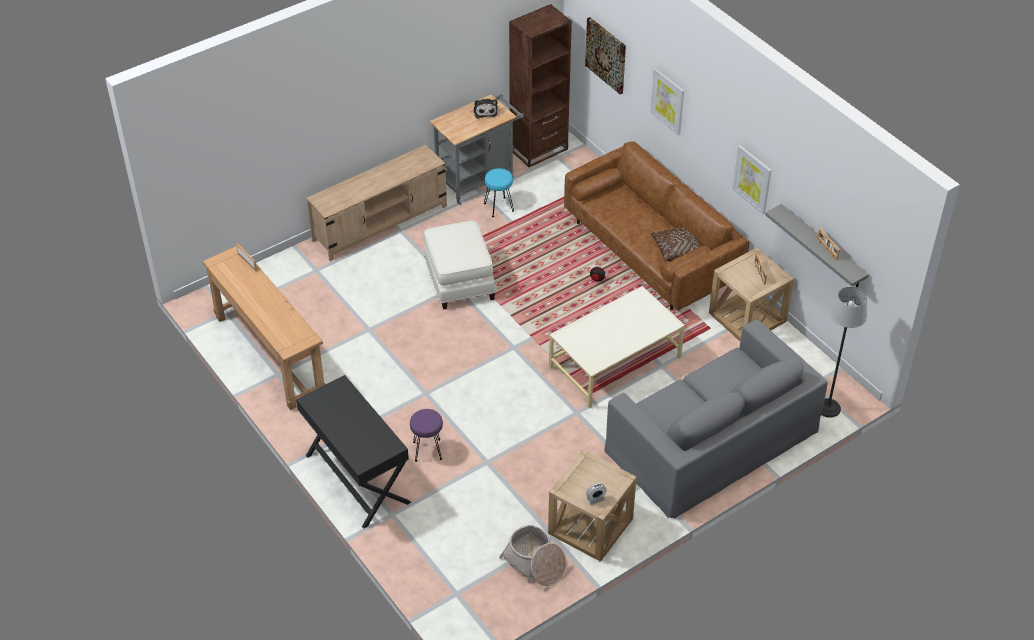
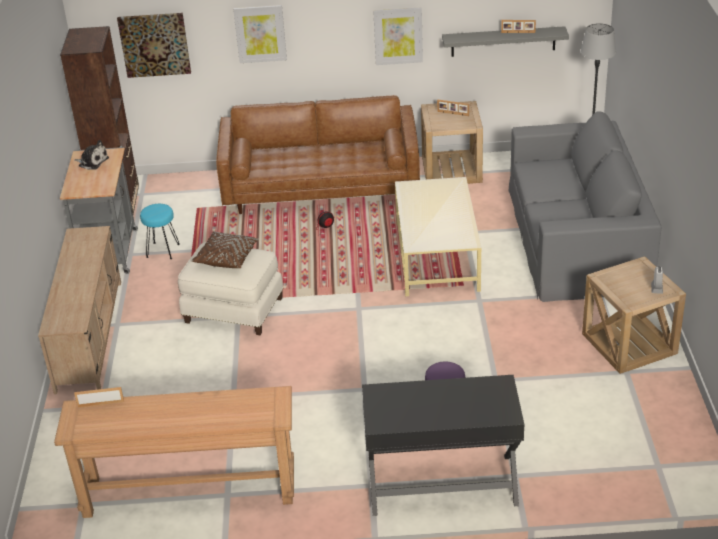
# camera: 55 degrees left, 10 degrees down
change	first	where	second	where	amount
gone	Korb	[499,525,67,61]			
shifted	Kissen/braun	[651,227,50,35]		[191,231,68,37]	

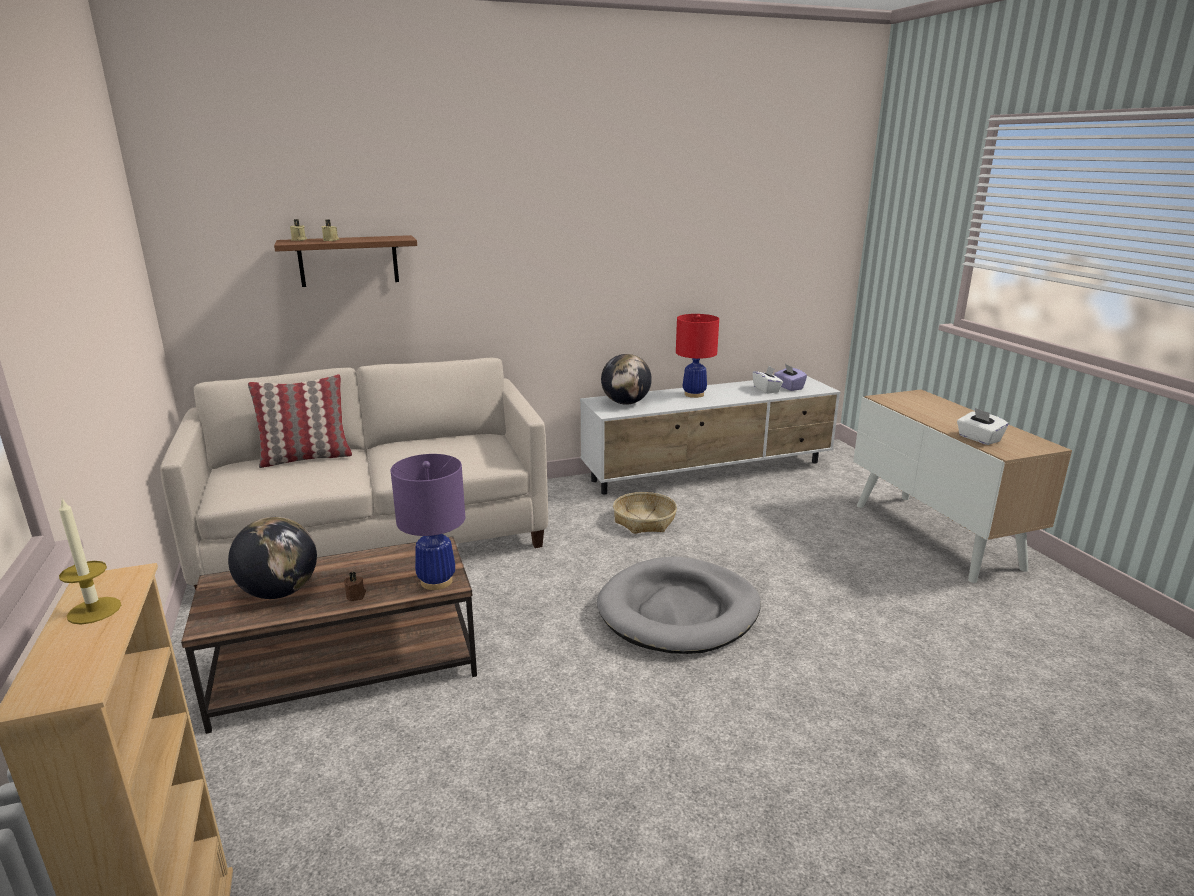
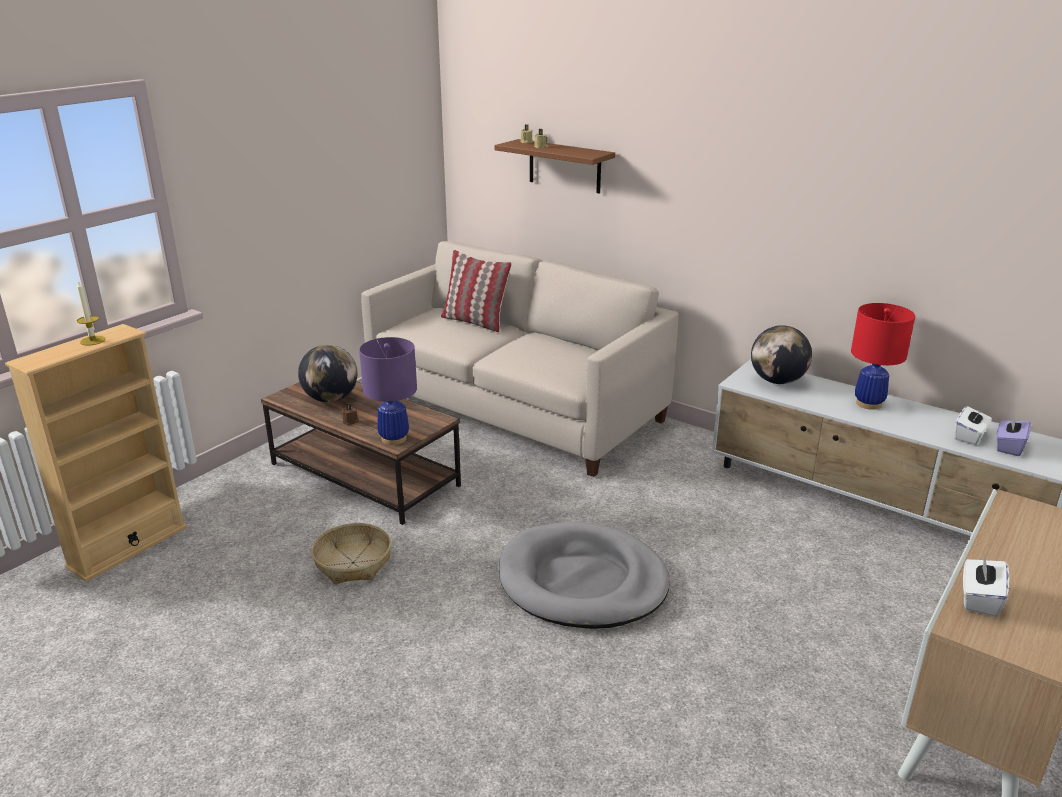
# camera: 55 degrees right, 5 degrees up
change	first	where	second	where	amount
shifted	Korb	[613,492,64,42]		[311,523,80,61]	

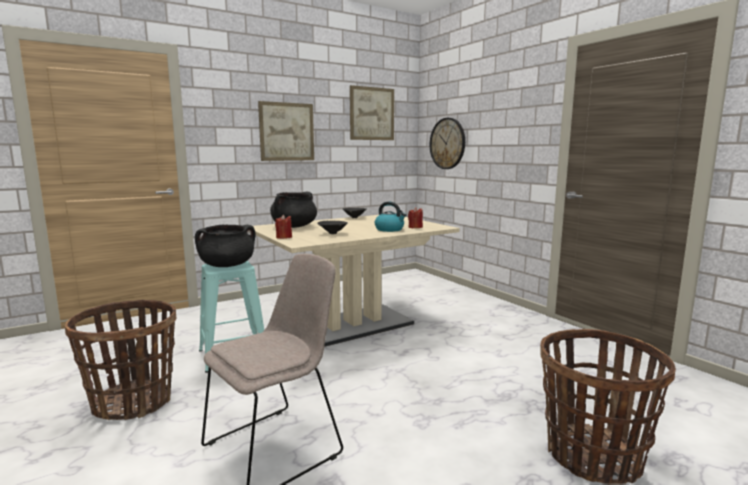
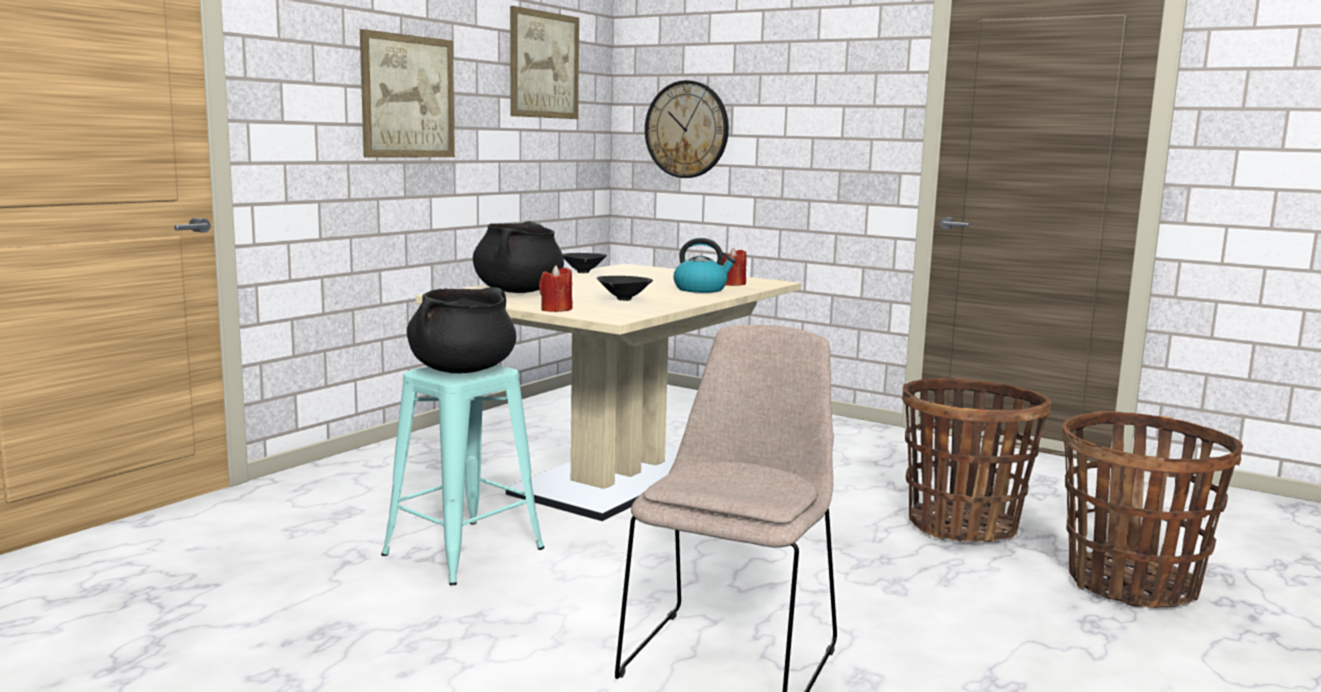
# camera: 25 degrees left, 0 degrees up
change	first	where	second	where	amount
shifted	Korb	[65,300,112,120]		[902,378,149,164]	

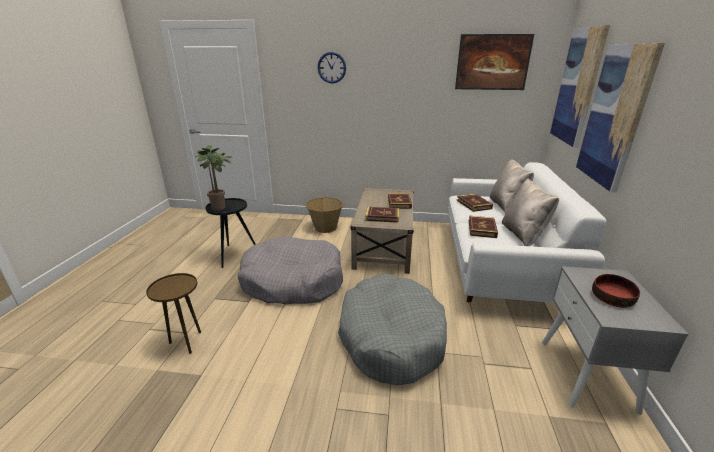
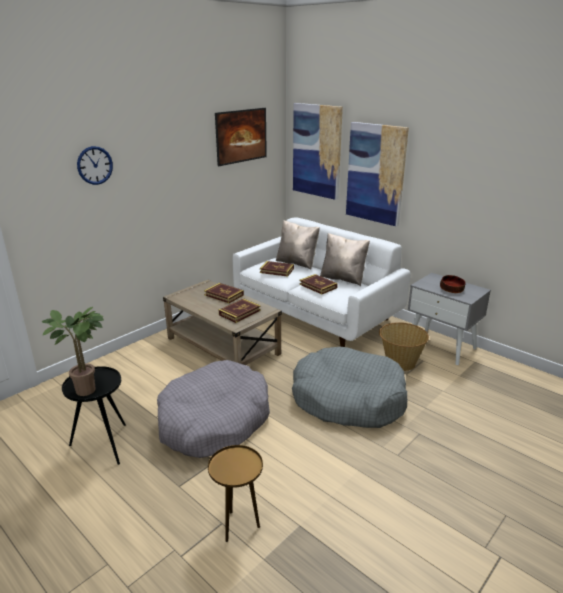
# camera: 55 degrees left, 0 degrees up
change	first	where	second	where	amount
shifted	Korb	[306,197,37,36]		[379,322,50,49]	

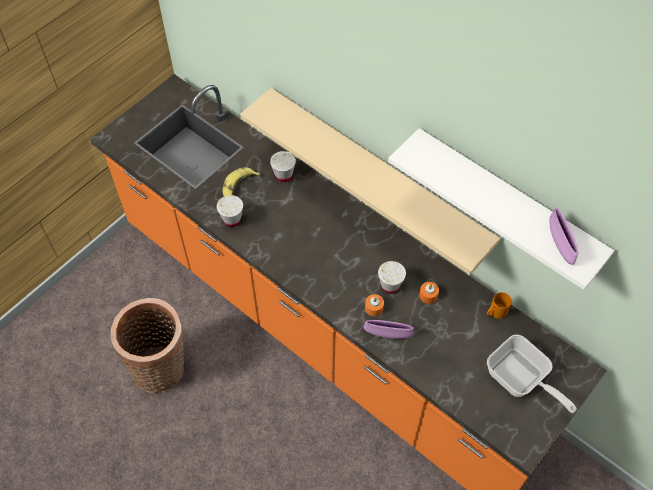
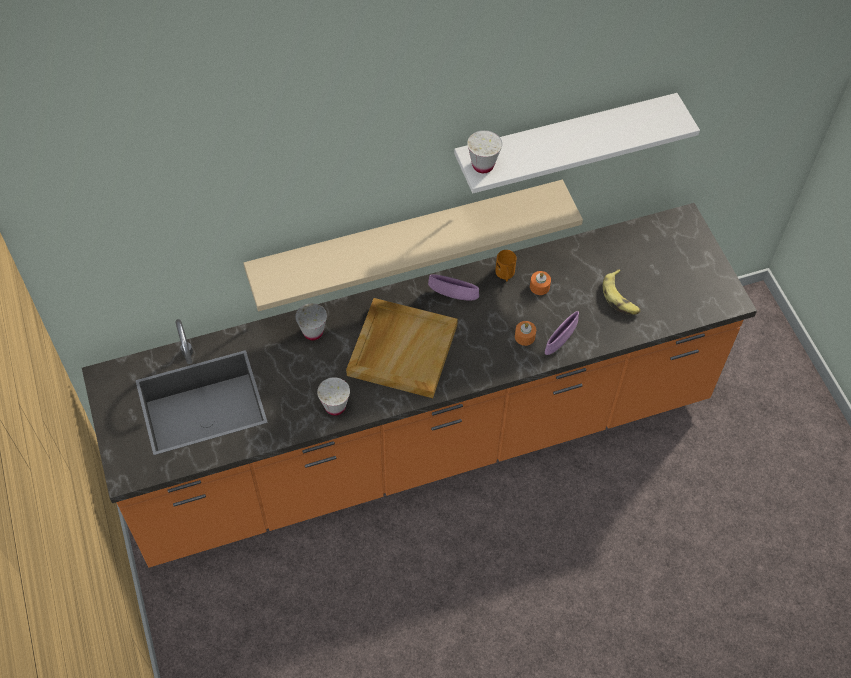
# camera: 60 degrees left, 0 degrees up
change	first	where	second	where	amount
gone	Korb	[110,298,74,95]			
shifted	Banane	[222,167,38,29]		[603,269,37,46]	
shifted	Tasse/weiß	[378,261,28,33]		[467,130,35,43]	
shifted	Henkelbecher/orange	[487,292,25,27]		[495,250,22,31]	
gone	Pfanne	[487,335,90,78]			
shifted	Schüssel/lila	[549,207,29,58]		[428,274,51,27]	
new			Tablett/beige	[346,298,112,100]	

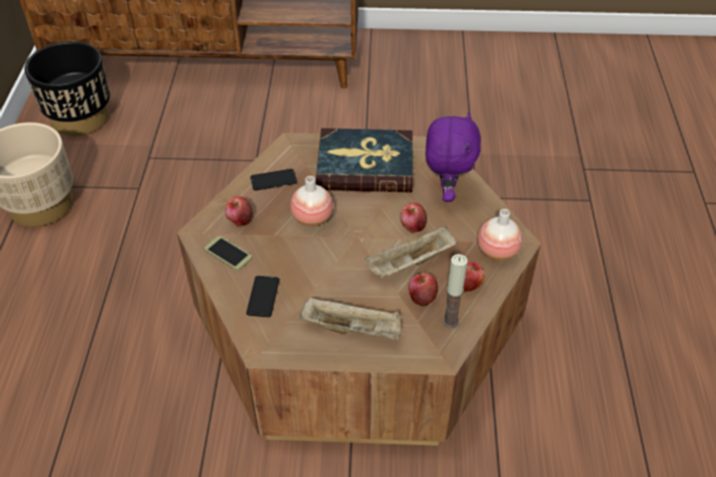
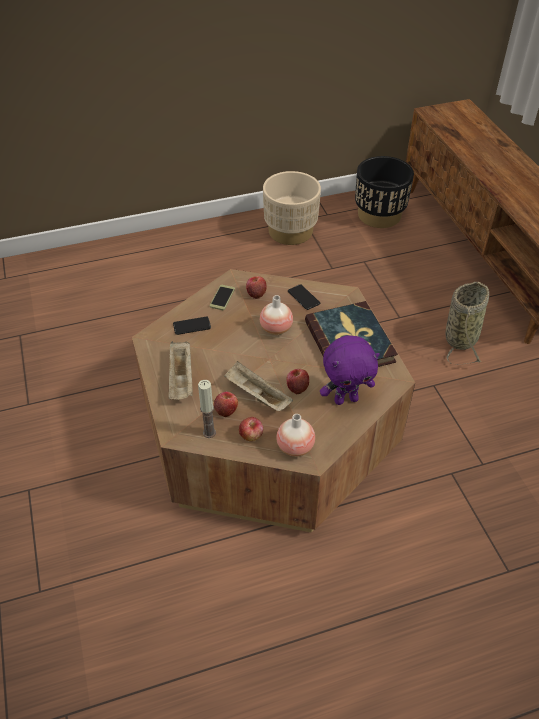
# camera: 70 degrees right, 0 degrees up
change	first	where	second	where	amount
new			Korb	[446,282,43,83]	

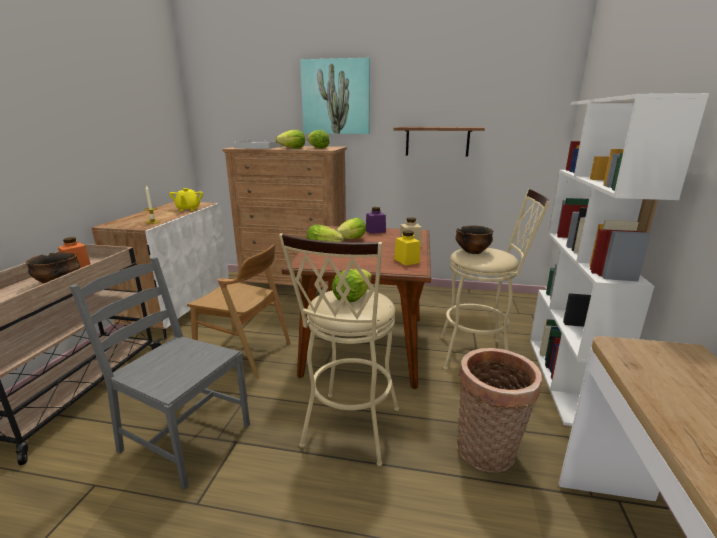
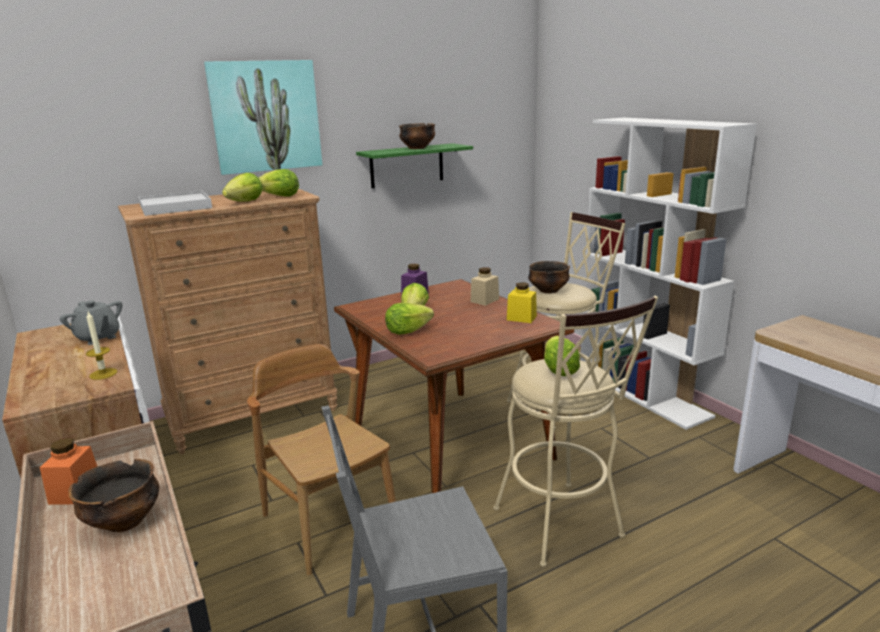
# camera: 40 degrees left, 0 degrees up
change	first	where	second	where	amount
repainted	Teekanne/gelb	[169,188,34,23]	Teekanne/grau	[60,300,62,45]	
rotated	Stuhl/braun	[187,244,104,135]		[247,344,149,232]	105 degrees counterclockwise
repainted	Wandregal/braun	[393,127,92,30]	Wandregal/grün	[356,143,117,45]	
gone	Korb	[457,348,85,124]			
new			Schüssel	[399,123,36,26]	

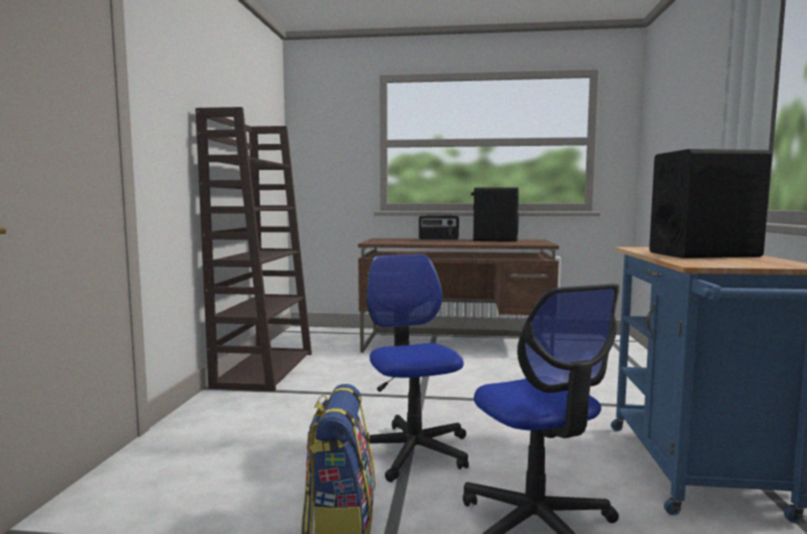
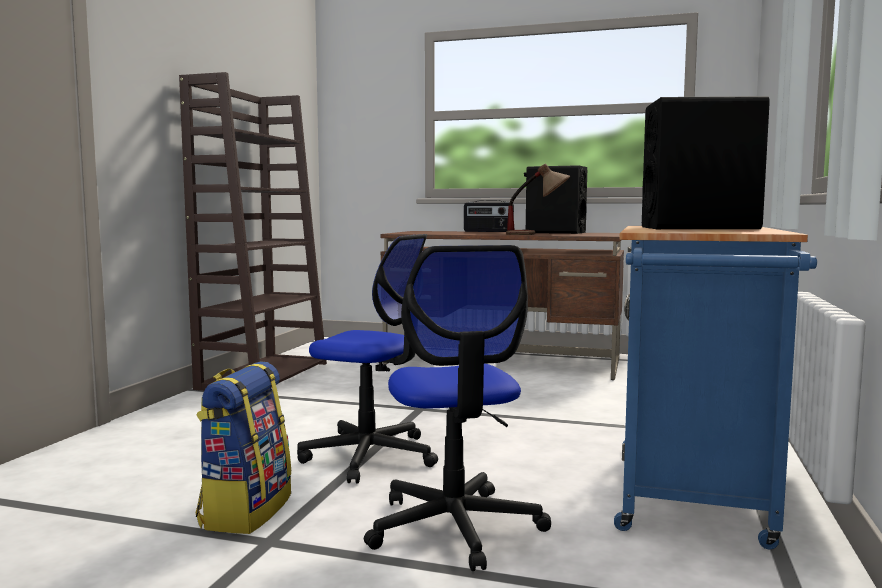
# camera: 10 degrees right, 0 degrees up
change	first	where	second	where	amount
rotated	Bürostuhl	[365,254,104,228]		[297,234,141,249]	120 degrees clockwise
new			Tischlampe	[506,164,65,71]	

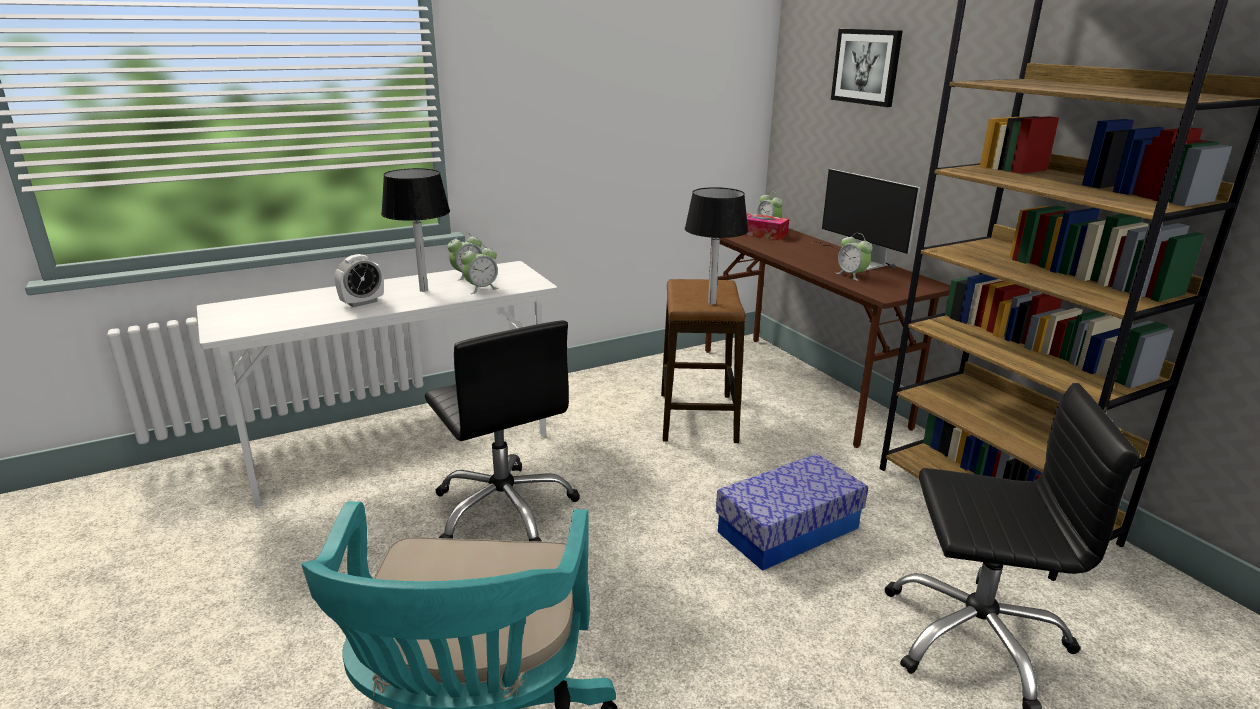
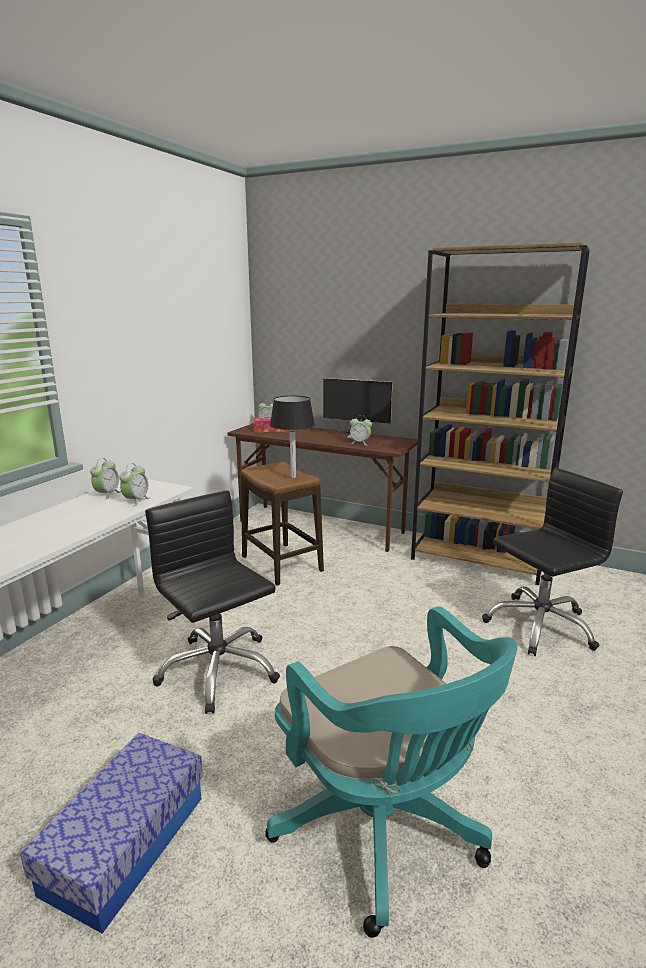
# camera: 35 degrees left, 5 degrees down
change	first	where	second	where	amount
gone	Wecker	[335,254,49,53]			
gone	Tischlampe/schwarz	[381,168,69,124]			
rotated	Bürostuhl/schwarz	[425,320,155,221]		[145,490,135,224]	150 degrees counterclockwise
shifted	Aufbewahrungsbox	[716,454,152,117]		[20,733,183,201]	
gone	Bild	[831,29,72,78]			

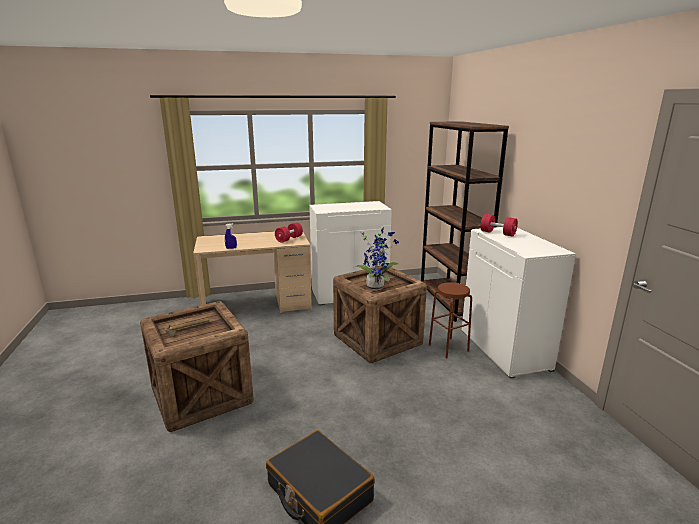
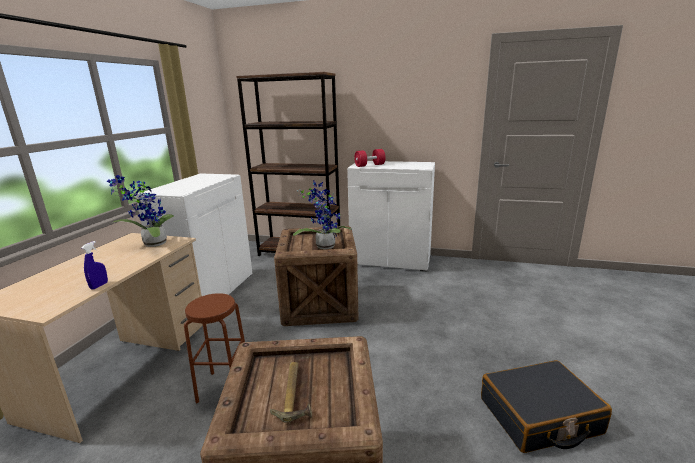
# camera: 60 degrees left, 0 degrees up
change	first	where	second	where	amount
swapped	Hantel/rot	[275,222,28,21]	Topfpflanze	[107,175,67,72]	
shifted	Hocker/braun	[429,282,43,76]		[184,293,61,110]	

